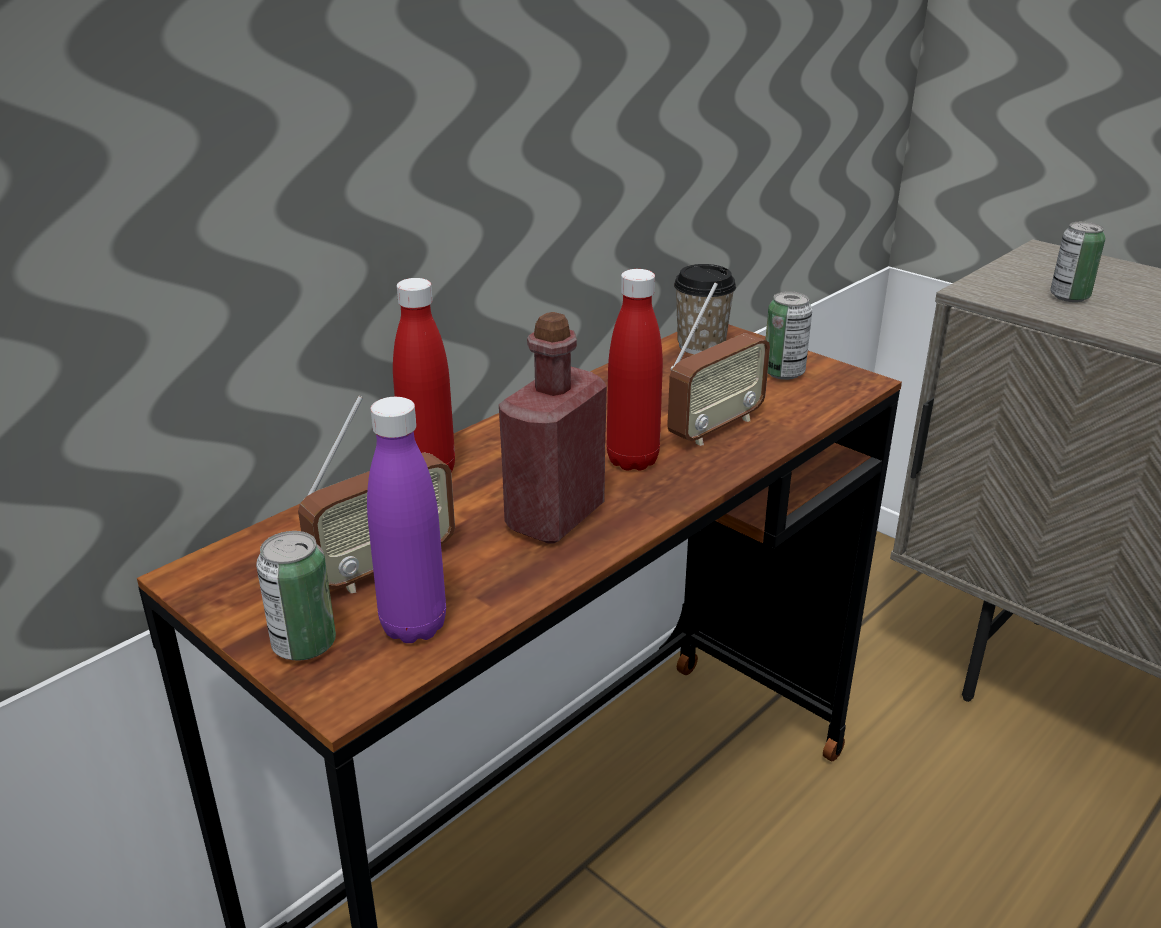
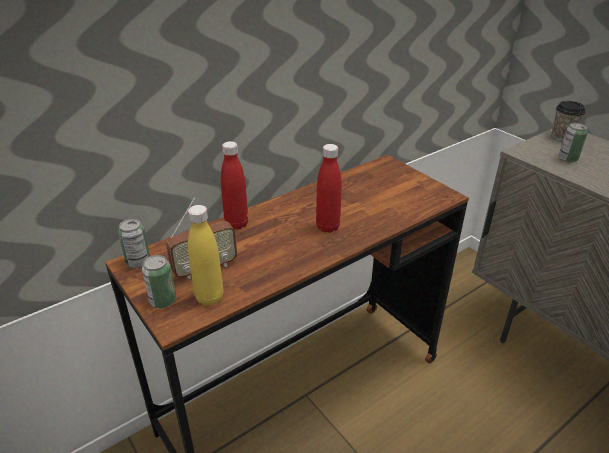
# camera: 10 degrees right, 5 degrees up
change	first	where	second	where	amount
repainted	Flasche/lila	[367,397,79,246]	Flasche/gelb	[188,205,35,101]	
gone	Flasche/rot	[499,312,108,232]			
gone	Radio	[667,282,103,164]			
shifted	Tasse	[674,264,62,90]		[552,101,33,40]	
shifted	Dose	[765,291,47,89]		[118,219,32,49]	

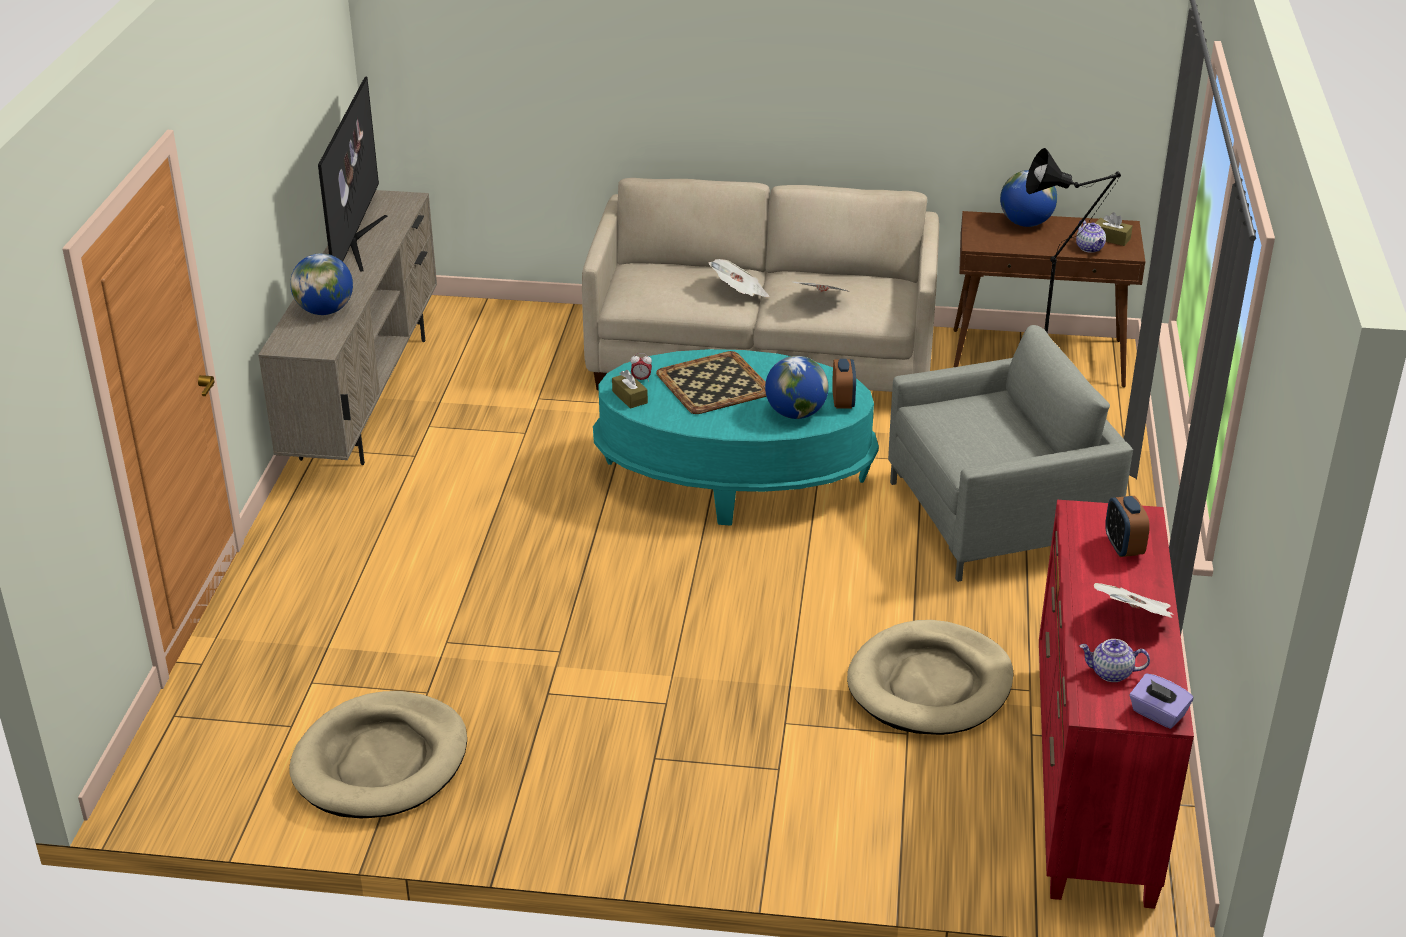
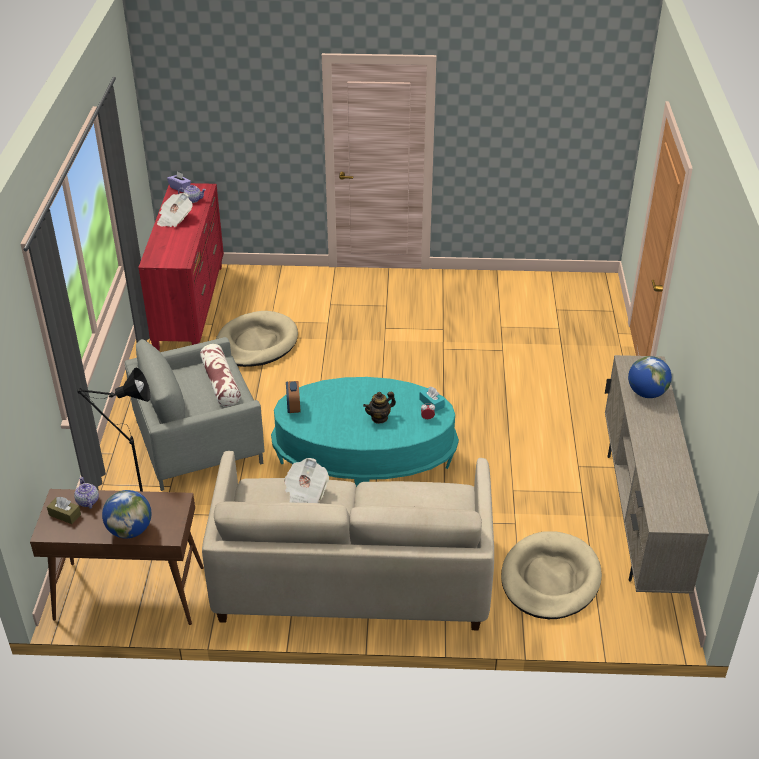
# camera: 175 degrees right, 5 degrees up
change	first	where	second	where	amount
shifted	Hundebett/beige	[289,691,178,127]		[501,531,101,88]	
gone	Fernseher	[318,76,69,196]			
repainted	Taschentuchbox/braun	[612,370,36,39]	Taschentuchbox/türkis	[419,387,26,25]	
swapped	Tablett	[656,351,111,63]	Teekanne	[363,392,33,32]	
gone	Zeitung	[708,259,62,38]			
gone	Globus	[765,356,63,63]			
gone	Wecker	[1105,496,45,61]			
new			Kissen	[200,344,41,63]	

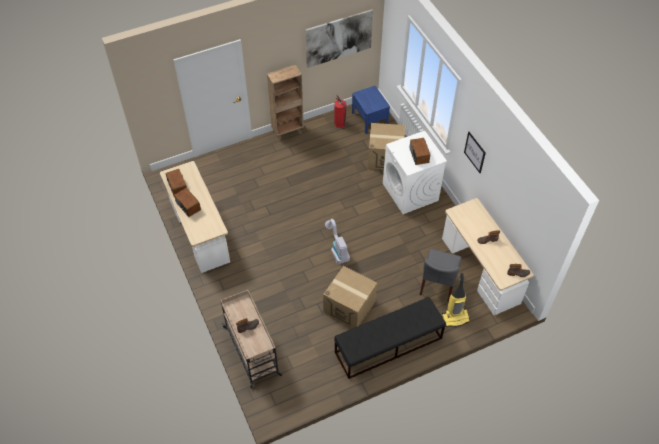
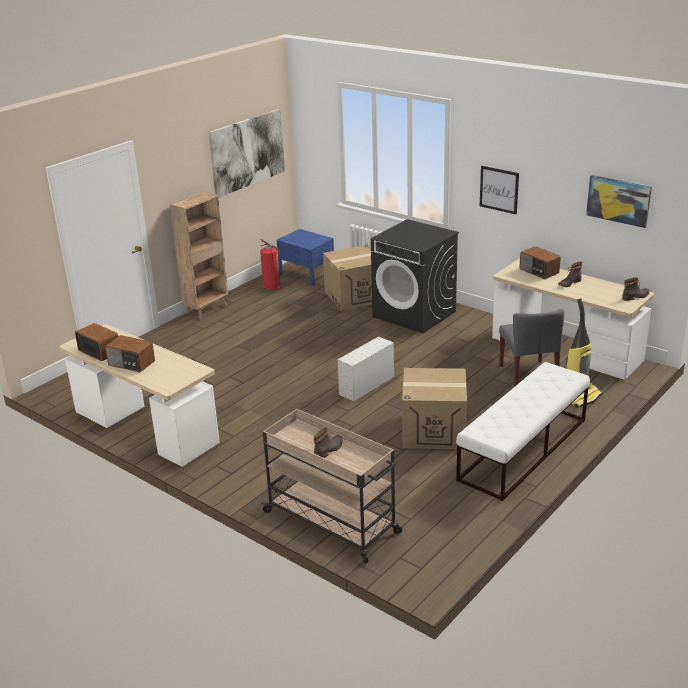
# camera: 25 degrees left, 25 degrees down
change	first	where	second	where	amount
swapped	Staubsauger	[325,219,25,45]	Aufbewahrungsbox/weiß	[338,337,56,64]	
repainted	Bank/schwarz	[334,297,112,82]	Bank/weiß	[456,362,134,139]	
repainted	Waschmaschine/weiß	[383,131,64,83]	Waschmaschine/schwarz	[371,219,88,115]	
shifted	Radio	[409,138,21,27]		[519,246,42,33]	
new			Bild	[586,175,66,53]	

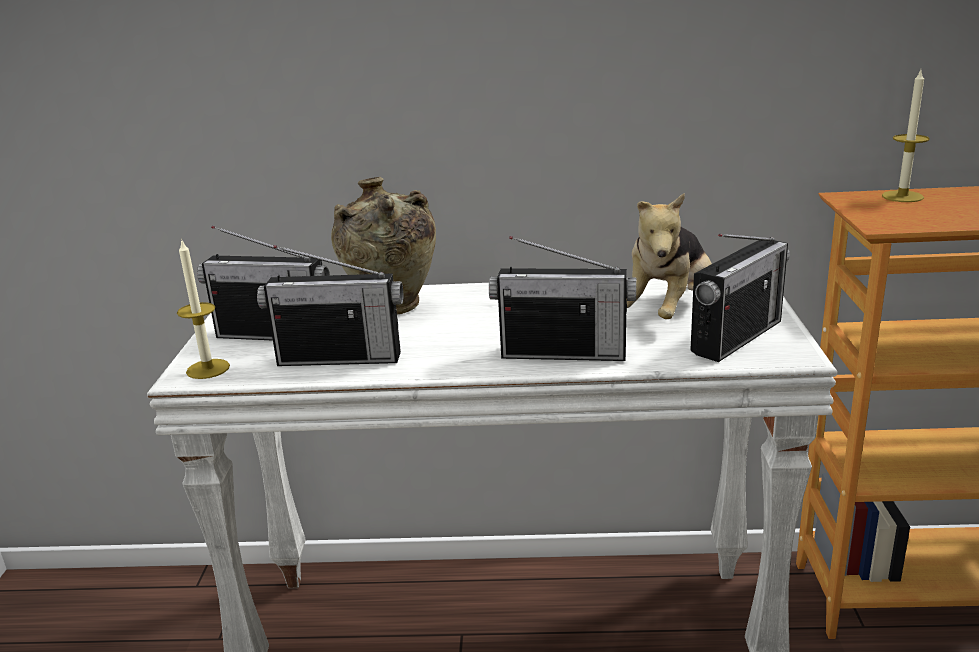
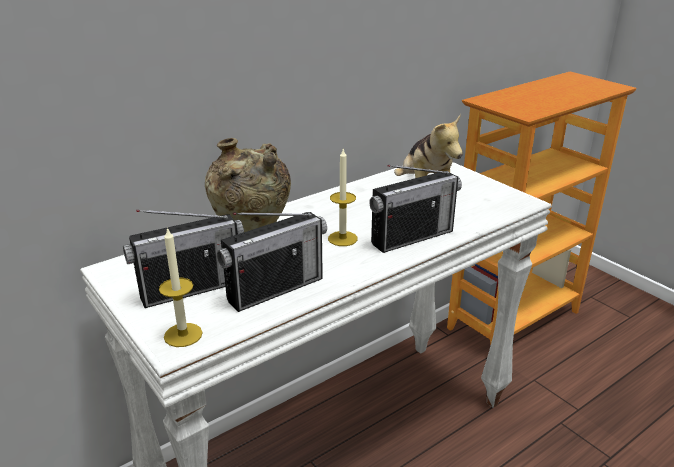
# camera: 40 degrees left, 5 degrees up
change	first	where	second	where	amount
gone	Radio	[690,234,100,128]			
shifted	Kerze	[882,70,48,132]		[328,149,30,97]	

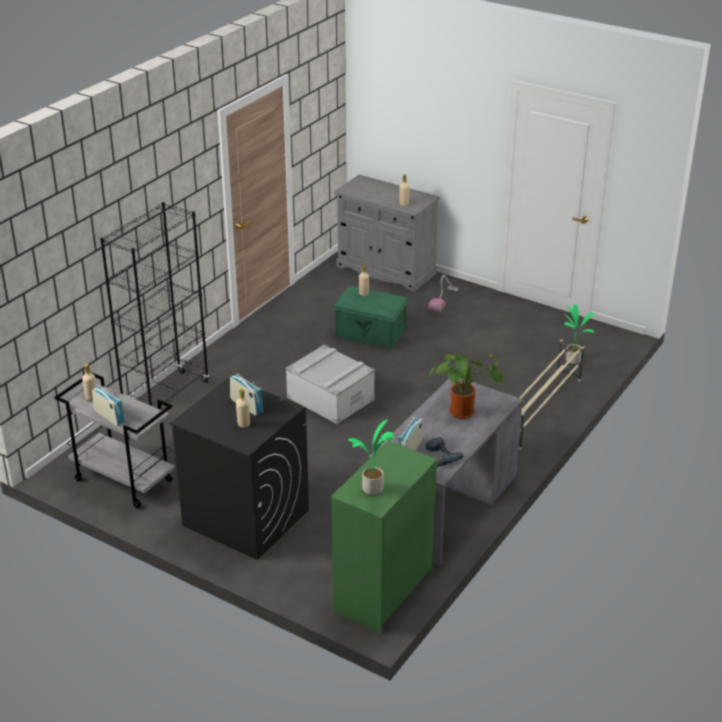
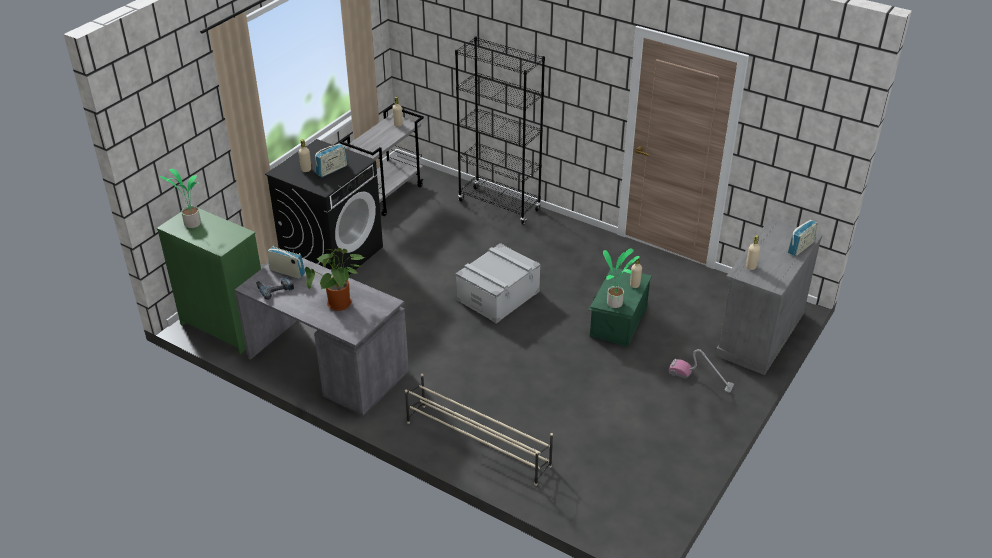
# camera: 90 degrees right, 5 degrees up
change	first	where	second	where	amount
shifted	Radio	[92,386,33,40]		[788,220,30,36]	
shifted	Topfpflanze	[564,304,31,60]		[603,248,37,60]	

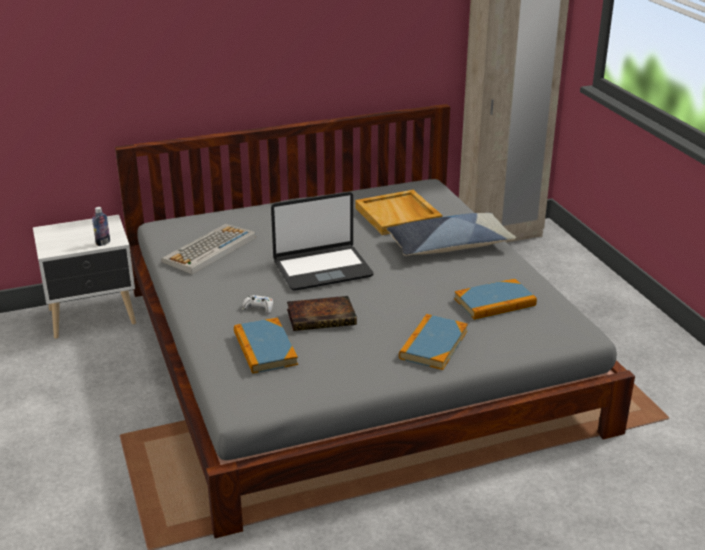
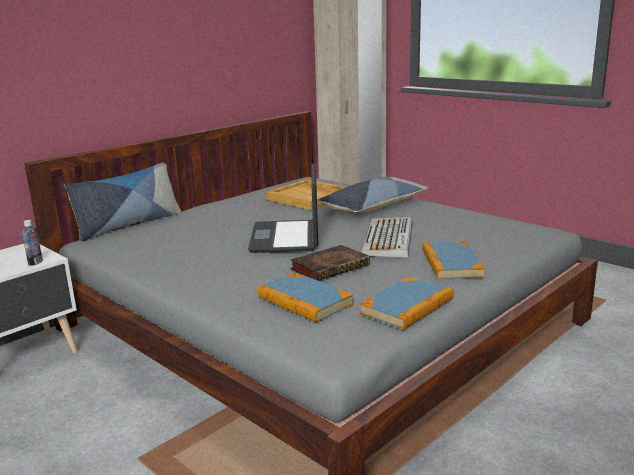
# camera: 25 degrees left, 10 degrees down
change	first	where	second	where	amount
shifted	Tastatur	[161,224,95,50]		[361,217,51,41]	
gone	Gamepad/weiß	[242,295,31,19]			
rotated	Laptop	[271,192,102,99]		[248,163,70,90]	135 degrees clockwise
shifted	Buch	[454,279,83,41]		[360,276,94,54]	
new			Kissen	[64,163,117,78]	

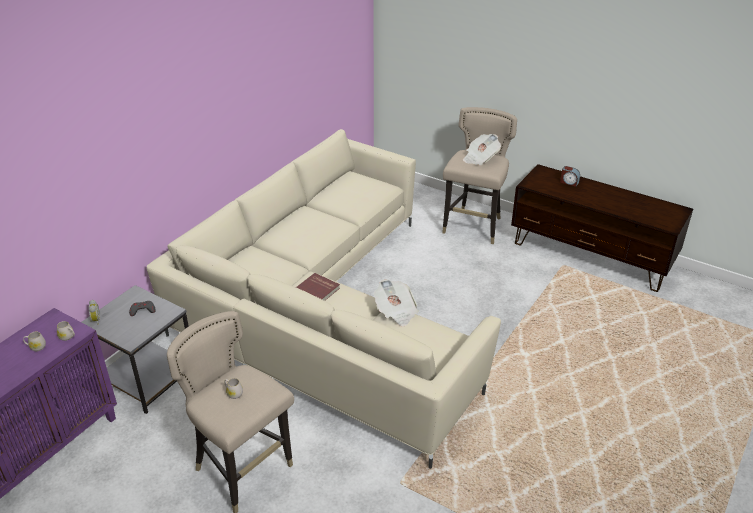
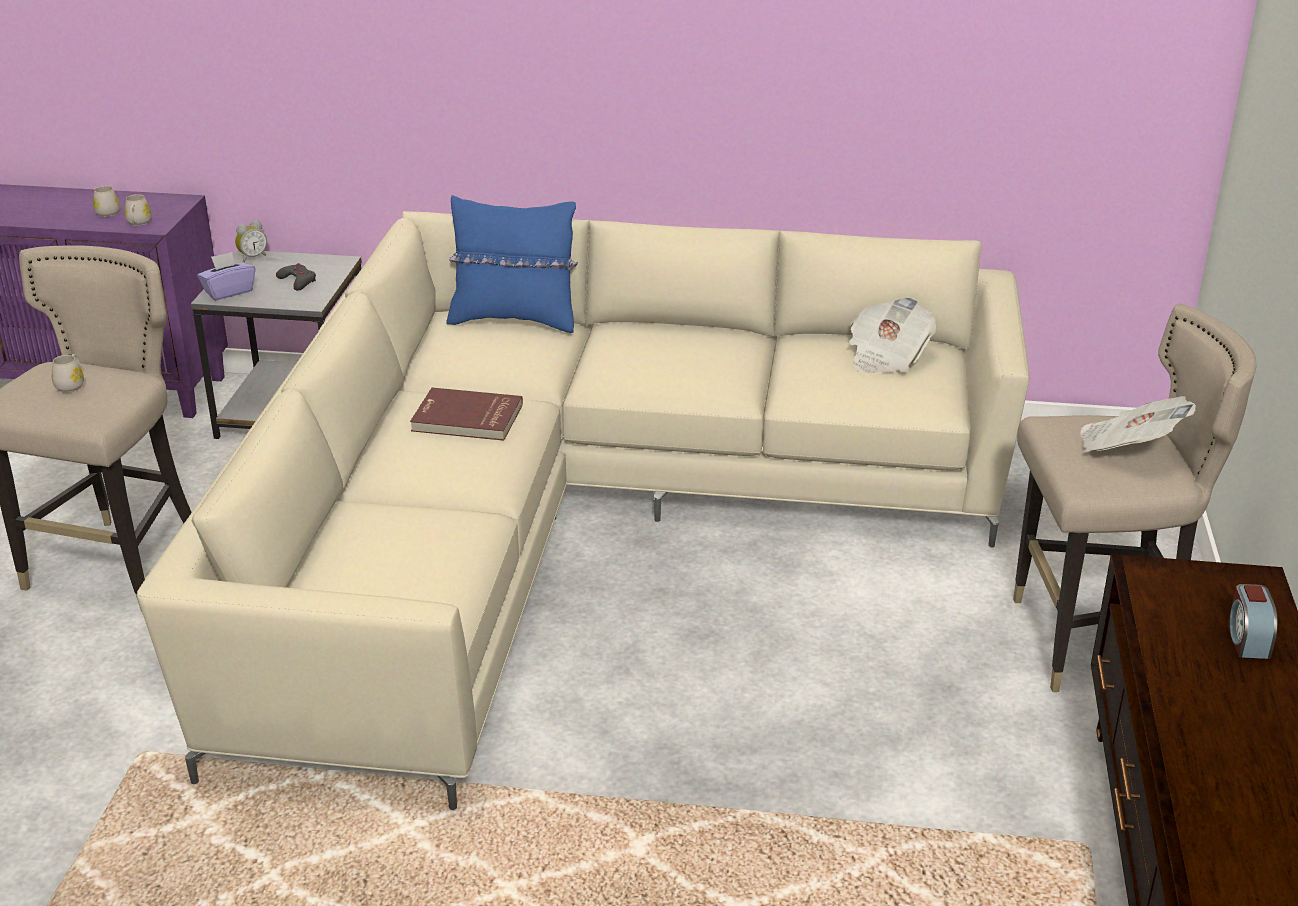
# camera: 65 degrees right, 5 degrees down
change	first	where	second	where	amount
shifted	Zeitung	[374,279,45,48]		[849,298,87,75]	
new			Taschentuchbox/lila	[197,252,58,49]	
new			Kissen/blau	[446,195,132,138]	

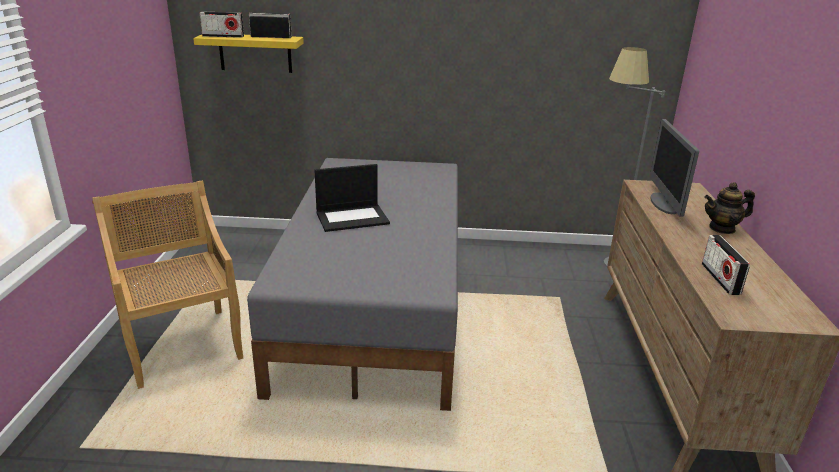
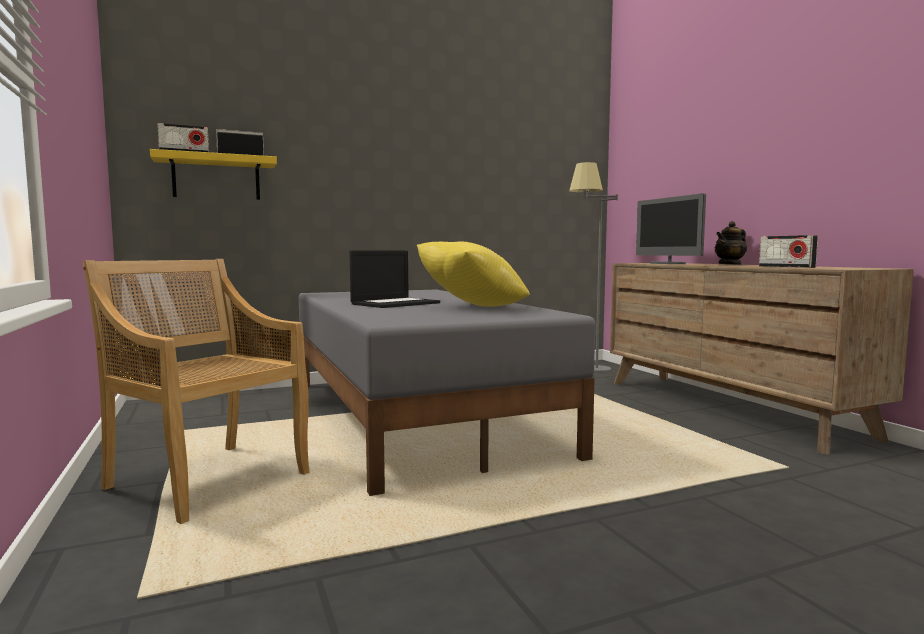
# camera: 25 degrees left, 20 degrees down
change	first	where	second	where	amount
new			Kissen/gelb	[417,241,113,66]	

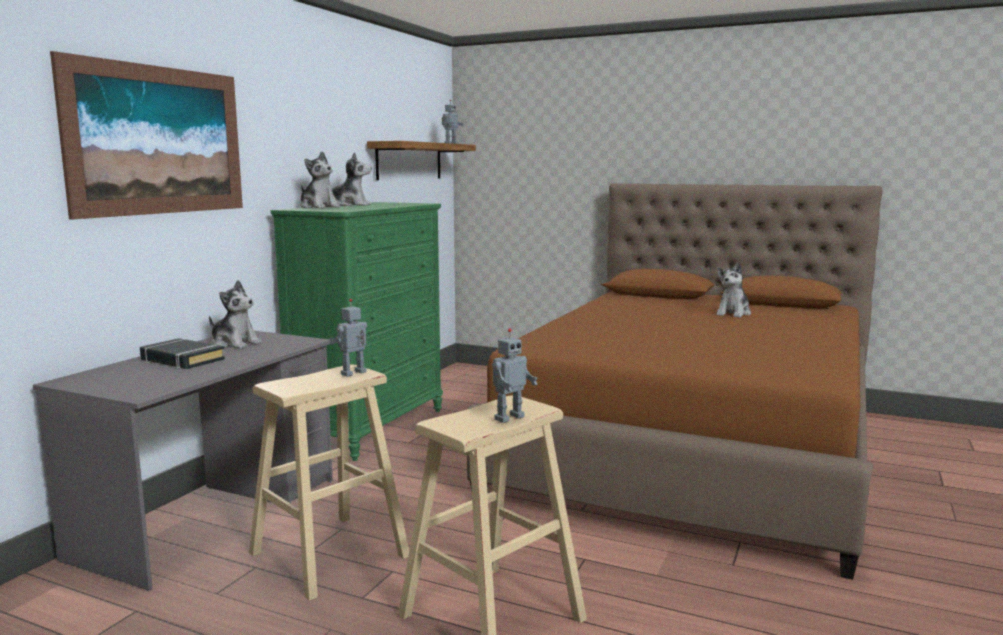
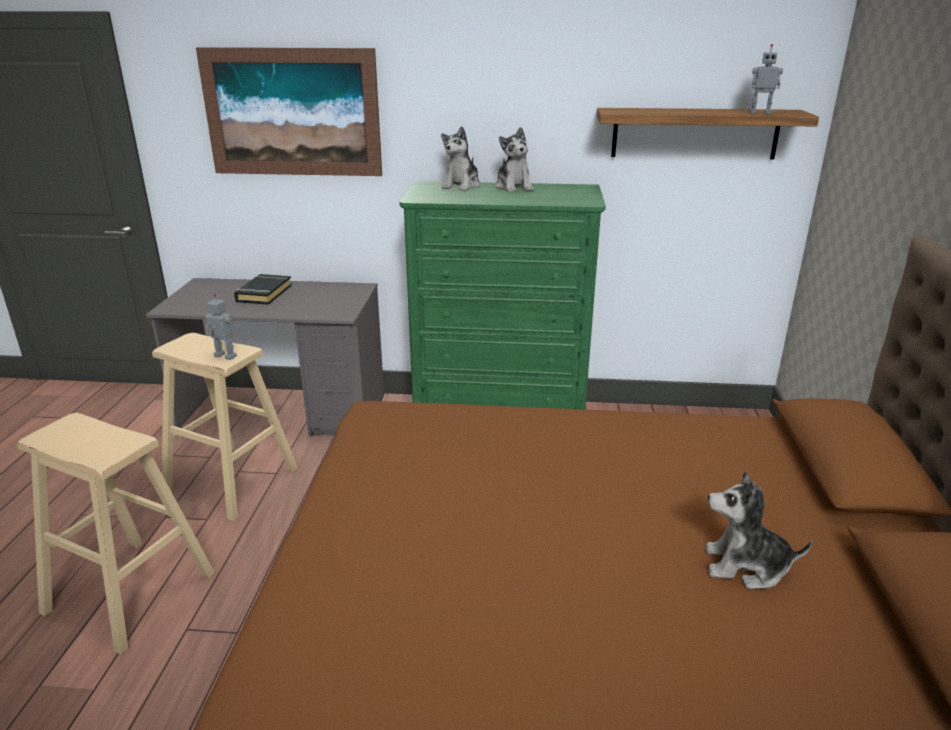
# camera: 70 degrees right, 15 degrees up
change	first	where	second	where	amount
gone	Plüschtier	[209,280,53,68]			
gone	Spielzeugroboter	[492,328,46,95]			

